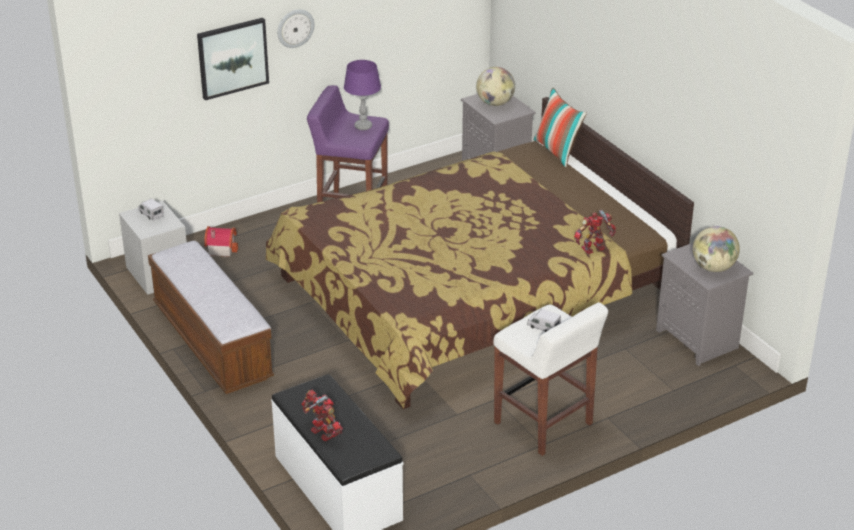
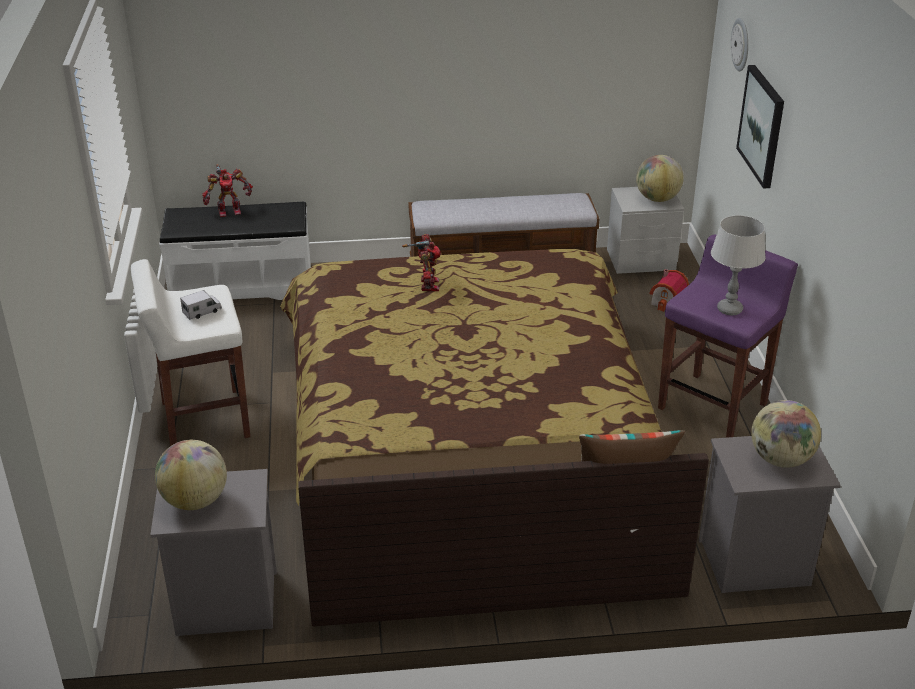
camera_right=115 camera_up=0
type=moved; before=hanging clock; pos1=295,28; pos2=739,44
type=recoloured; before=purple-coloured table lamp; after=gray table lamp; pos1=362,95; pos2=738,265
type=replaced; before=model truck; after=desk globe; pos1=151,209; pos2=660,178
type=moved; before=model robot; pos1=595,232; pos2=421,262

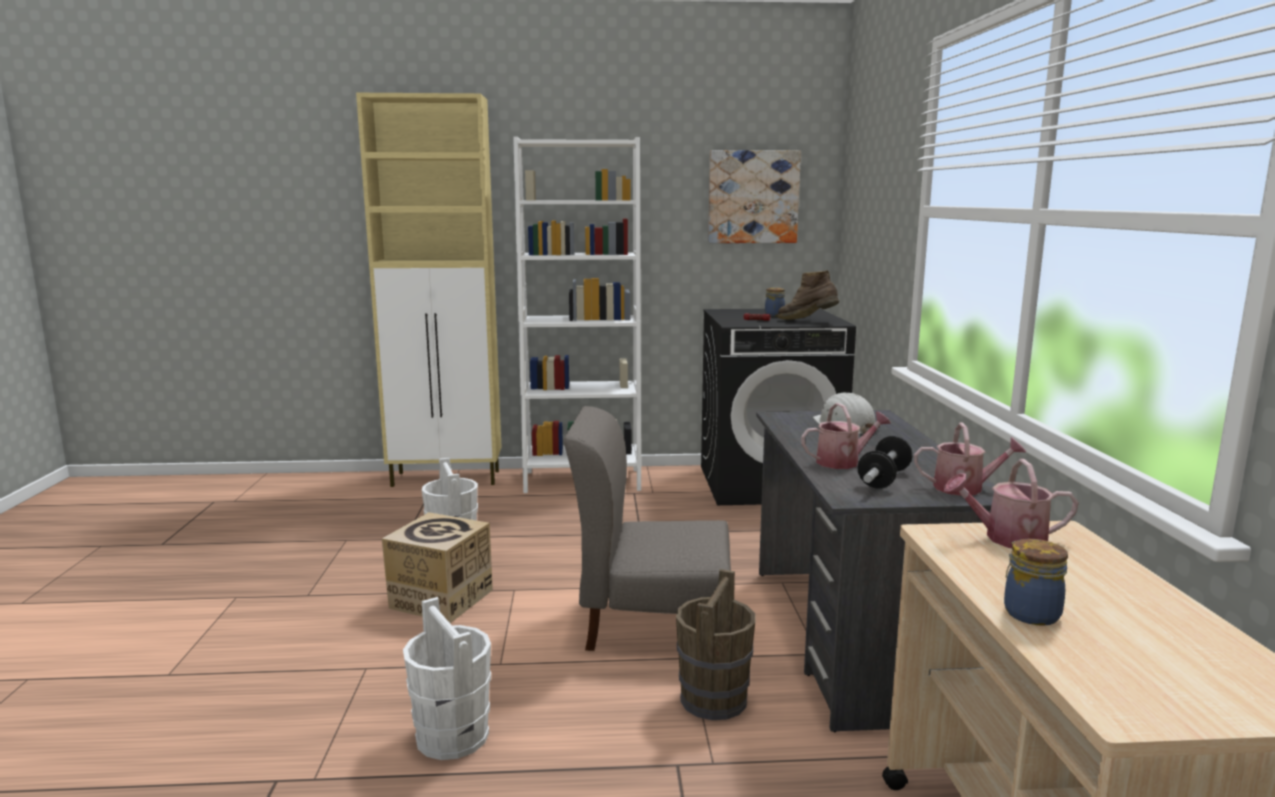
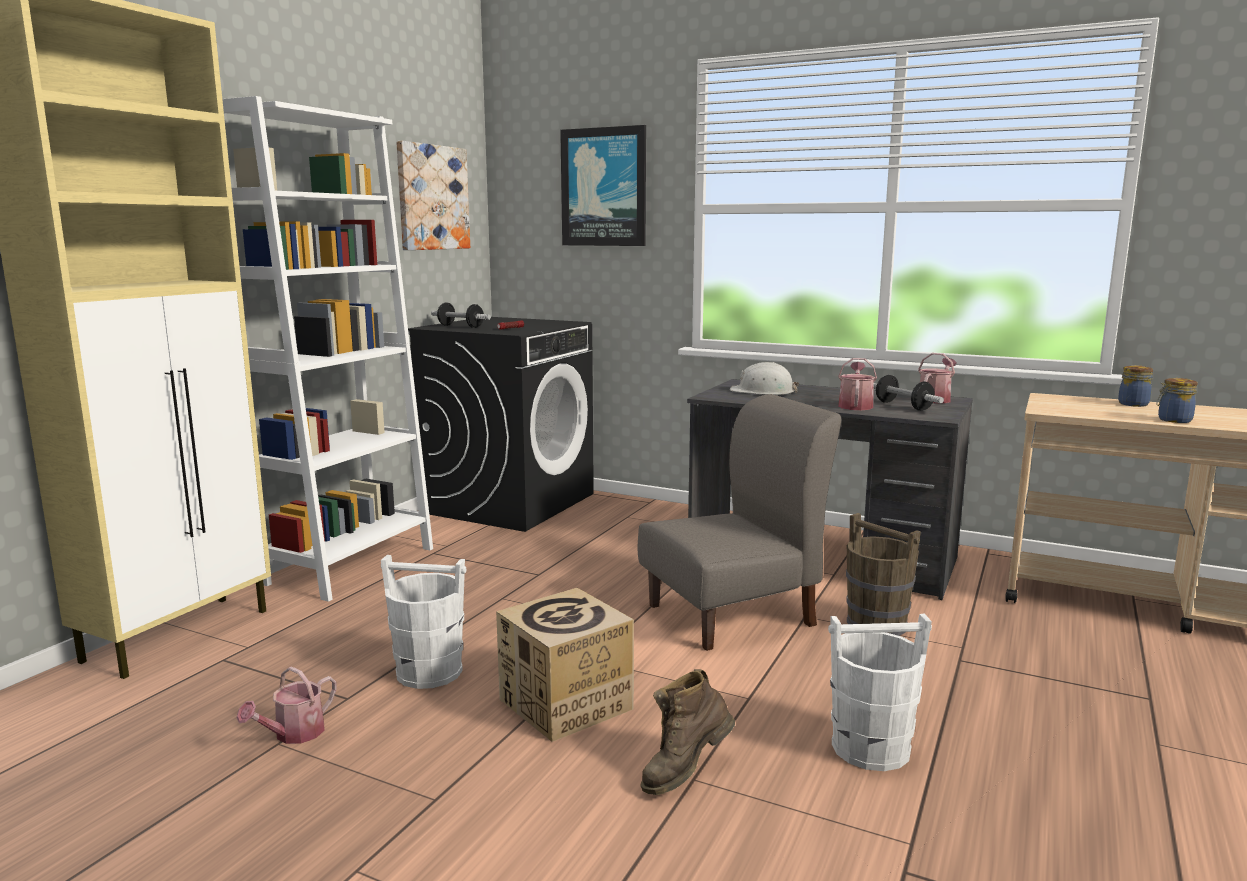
camera_right=-60 camera_up=0
type=moved; before=brown-coloured boot; pos1=808,295; pos2=688,732
type=moved; before=jar; pos1=775,301; pos2=1135,386
type=turned; before=gray plain chair; pos1=647,528; pos2=739,522; turn=-150
type=moved; before=watering can; pos1=1011,503; pos2=286,705
type=added; after=wall art; pos2=603,185
type=added; after=free weight; pos2=461,315

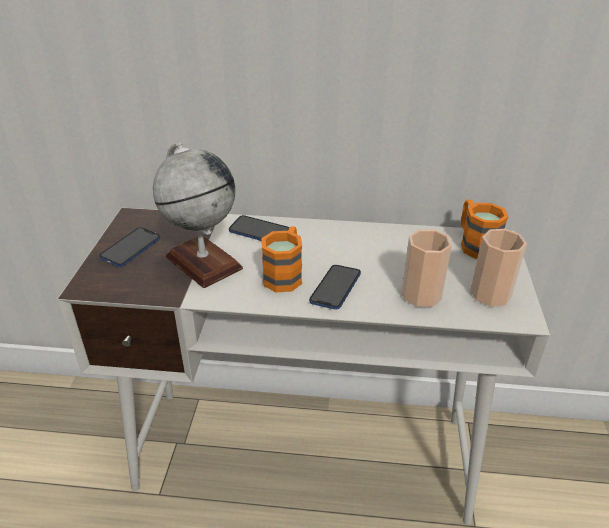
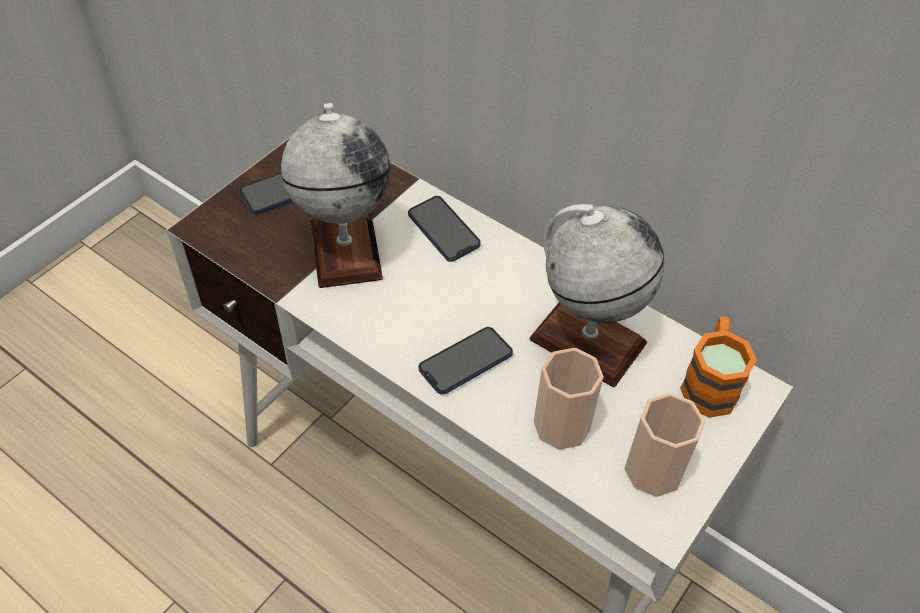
camera_right=30 camera_up=15
type=removed; before=orange-coloured tea mug; pos1=281,259
type=added; after=desk globe; pos2=596,295

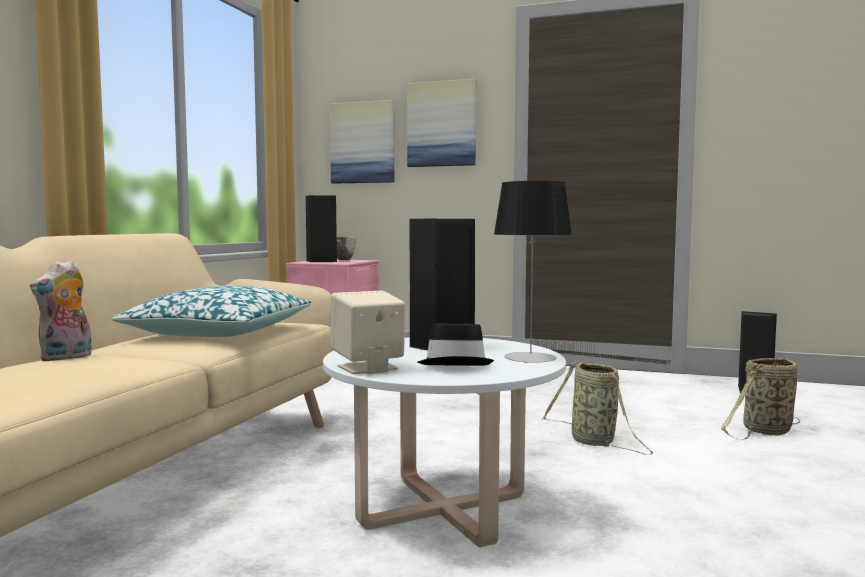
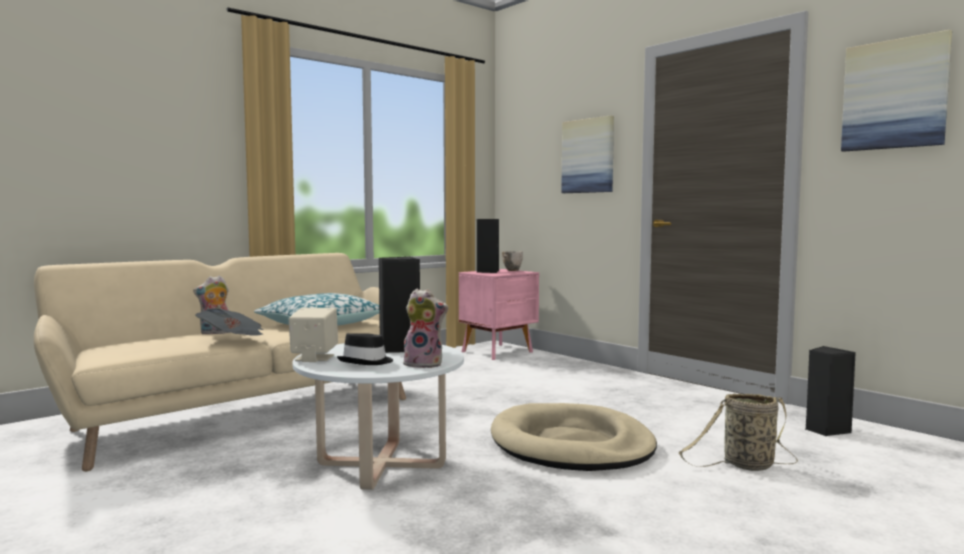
camera_right=30 camera_up=0
type=moved; before=wall art; pos1=362,142; pos2=896,90
type=replaced; before=table lamp; after=soft toy; pos1=533,272; pos2=423,328
type=replaced; before=storage basket; after=beige dog cushion; pos1=597,408; pos2=574,437
type=added; after=newspaper; pos2=229,322

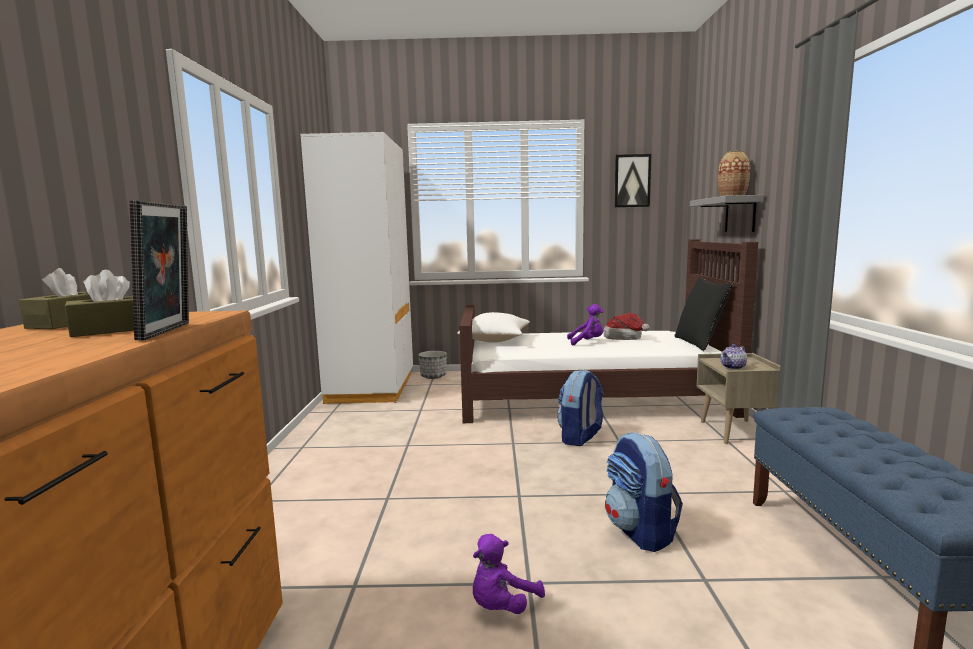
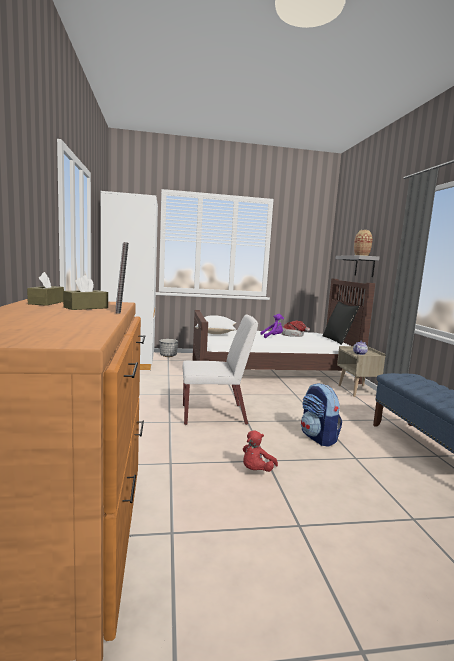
camera_right=-10 camera_up=0
type=removed; before=wall art; pos1=632,181
type=removed; before=knapsack; pos1=580,407
type=recoloured; before=purple-coloured soft toy; after=red-coloured soft toy; pos1=509,574; pos2=260,451
type=added; after=whitish plain chair; pos2=220,370

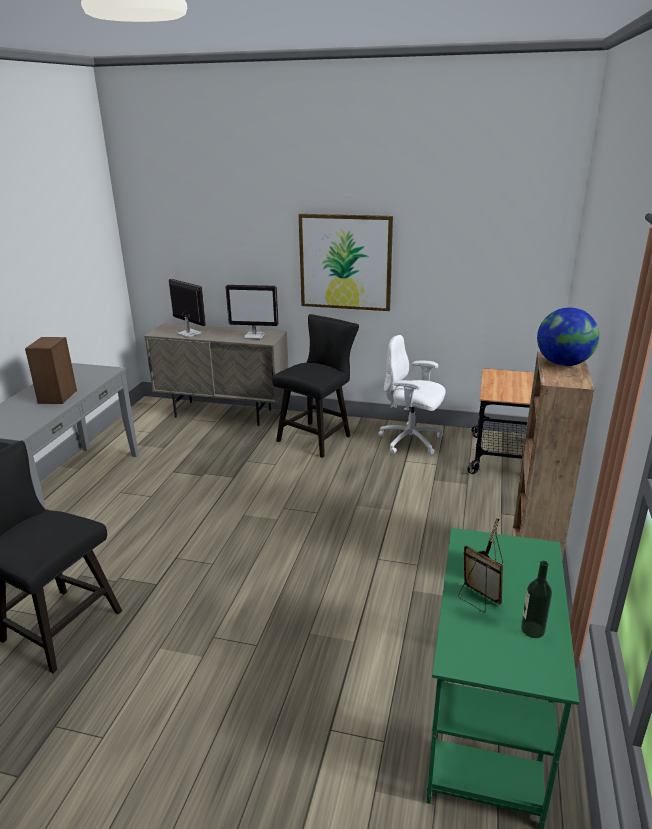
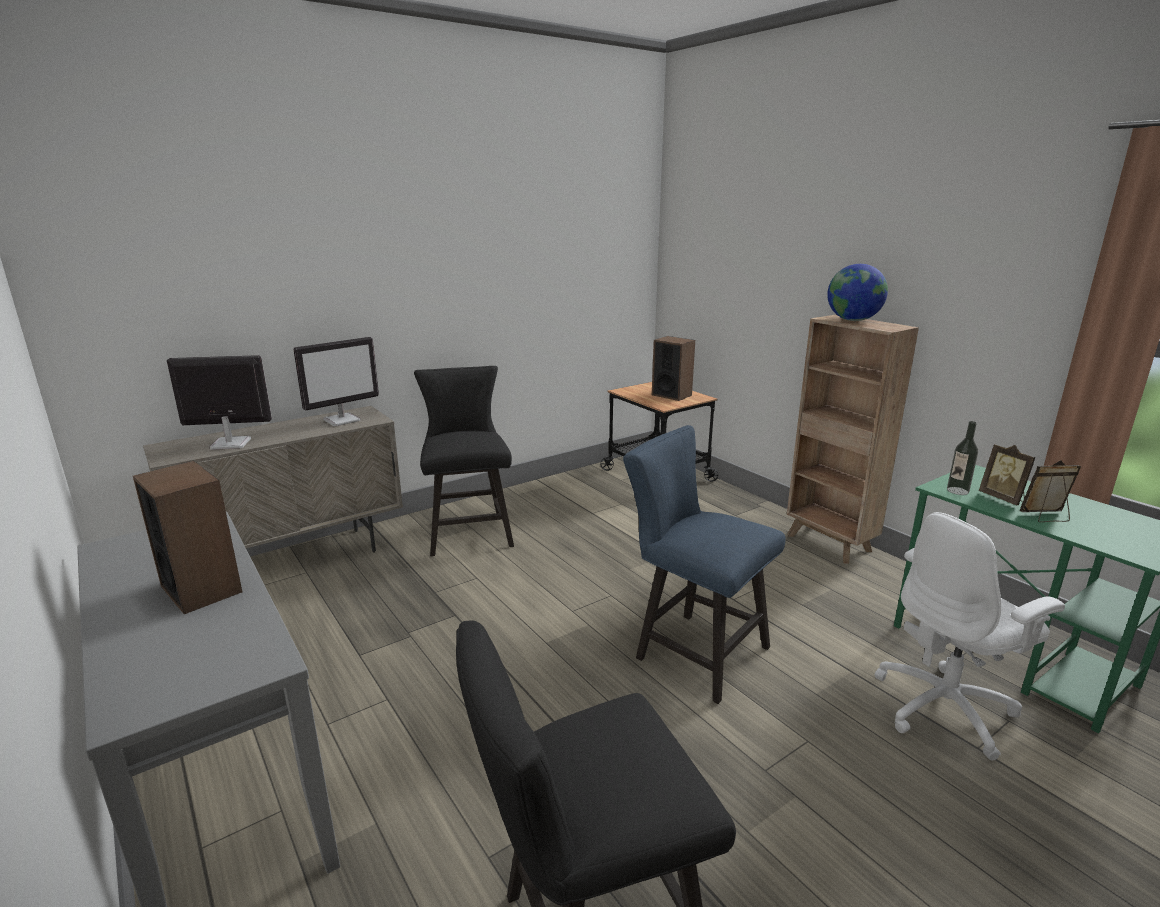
camera_right=-50 camera_up=-5
type=removed; before=wall art; pos1=346,262
type=moved; before=whitish computer chair; pos1=412,395; pos2=969,636
type=moved; before=bottle; pos1=536,599; pos2=962,458
type=added; after=audio speaker; pos2=673,368
type=added; after=blue plain chair; pos2=704,564

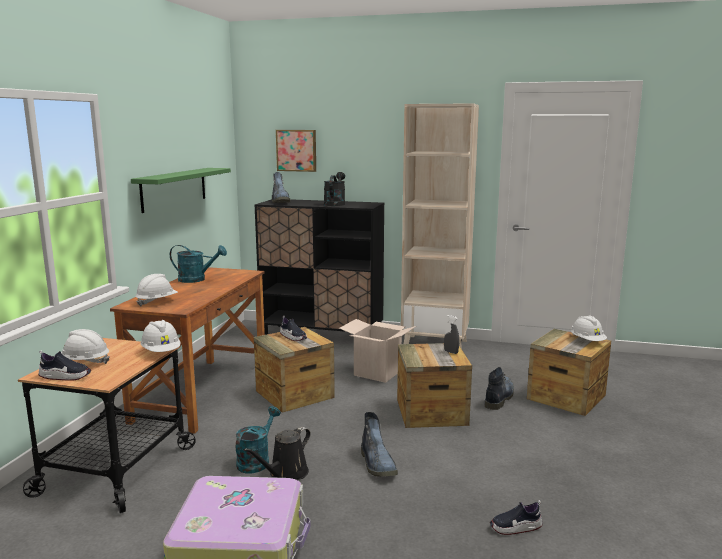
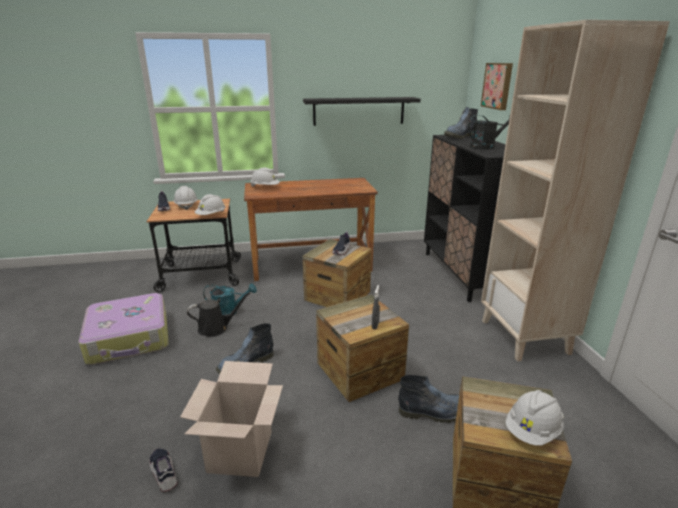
camera_right=65 camera_up=10
type=recoloured; before=green-coloured shelf; after=blackish shelf; pos1=181,190; pos2=362,111
type=removed; before=blue-green watering can; pos1=198,264
type=moved; before=carton; pos1=377,351; pos2=231,419
type=turned; before=blackish watering can; pos1=277,453; pos2=219,314; turn=150

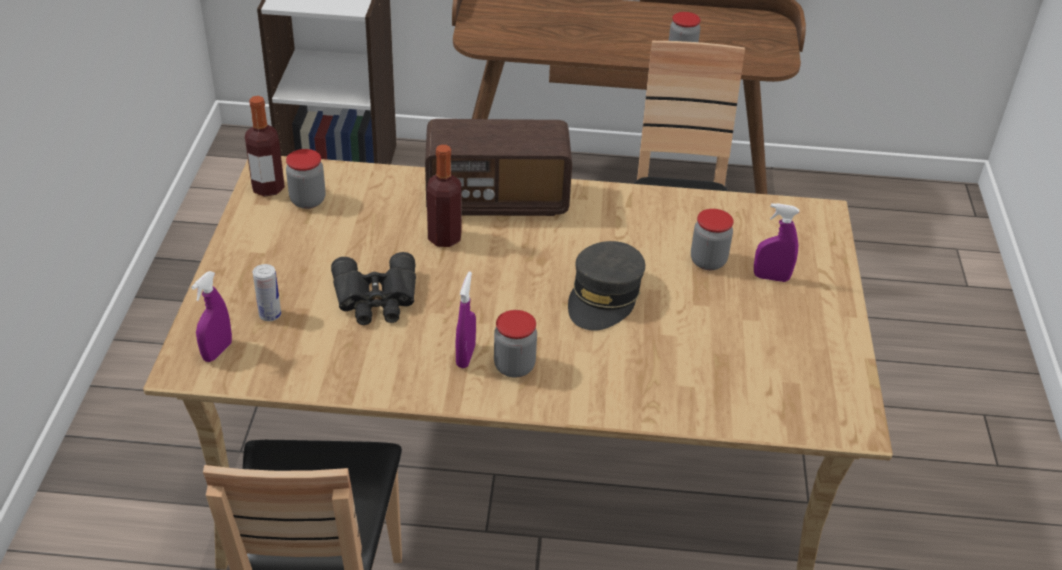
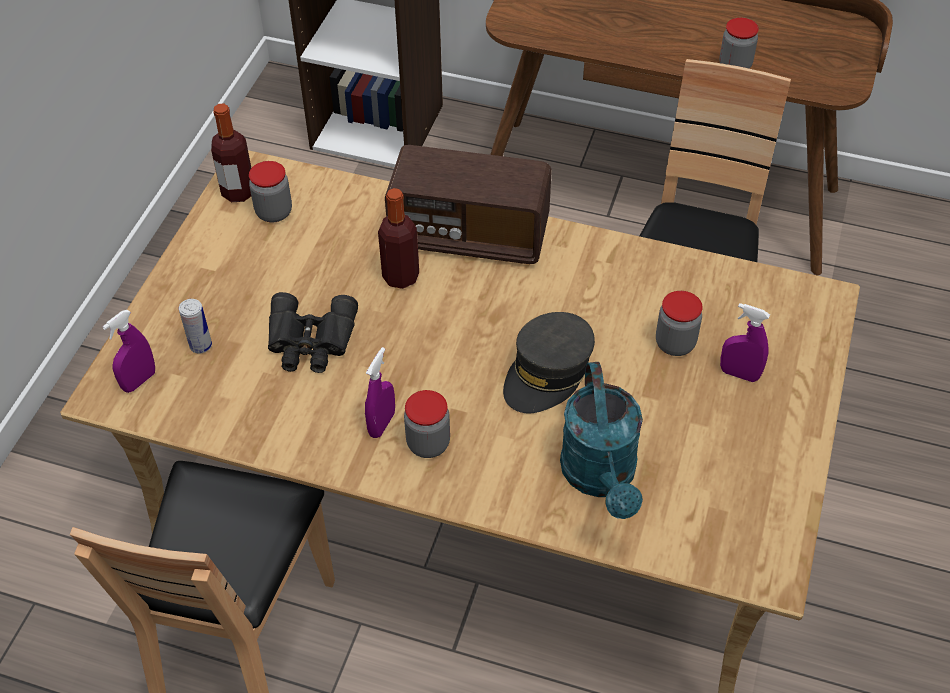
camera_right=15 camera_up=10
type=added; after=blue-green watering can; pos2=601,440

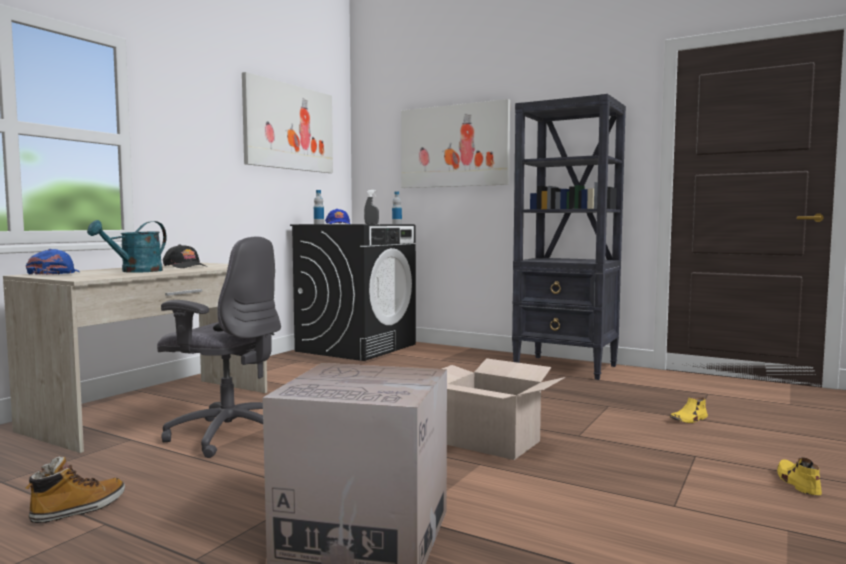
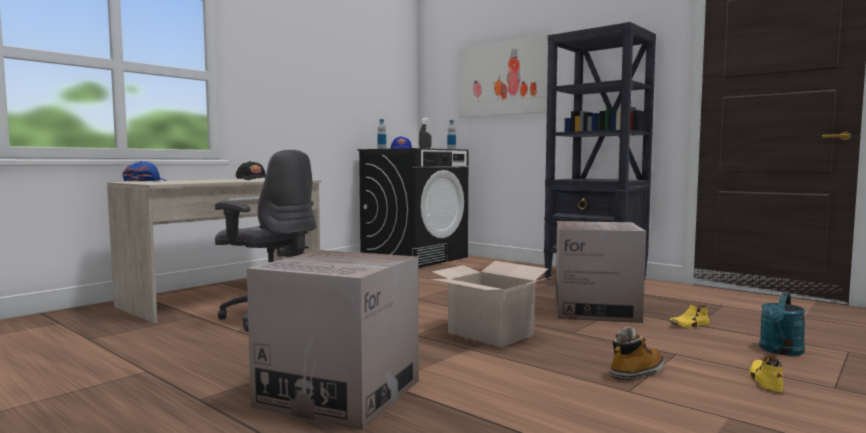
camera_right=10 camera_up=0
type=removed; before=wall art; pos1=287,122
type=moved; before=blue-green watering can; pos1=127,246; pos2=782,324
type=moved; before=boot; pos1=75,490; pos2=637,353
type=added; after=carton; pos2=600,272

